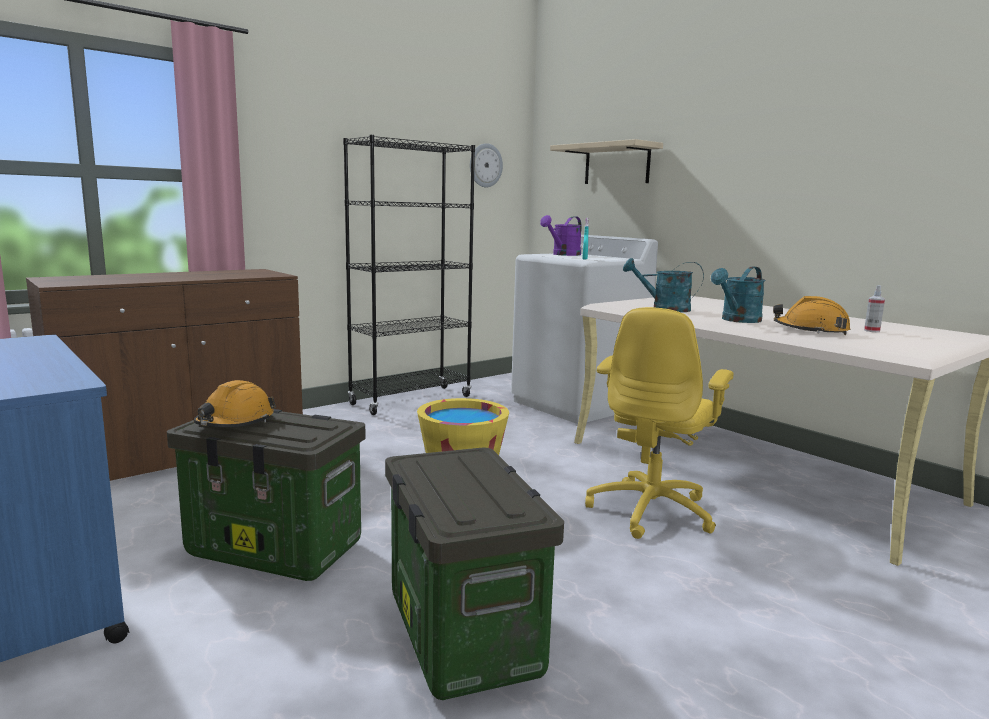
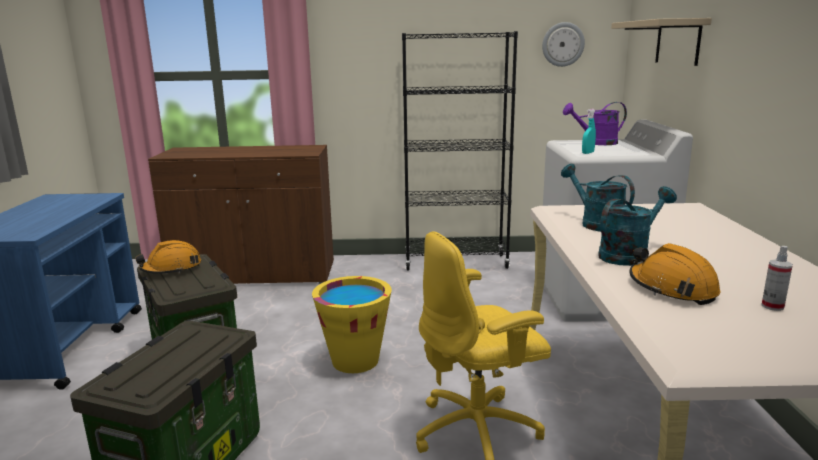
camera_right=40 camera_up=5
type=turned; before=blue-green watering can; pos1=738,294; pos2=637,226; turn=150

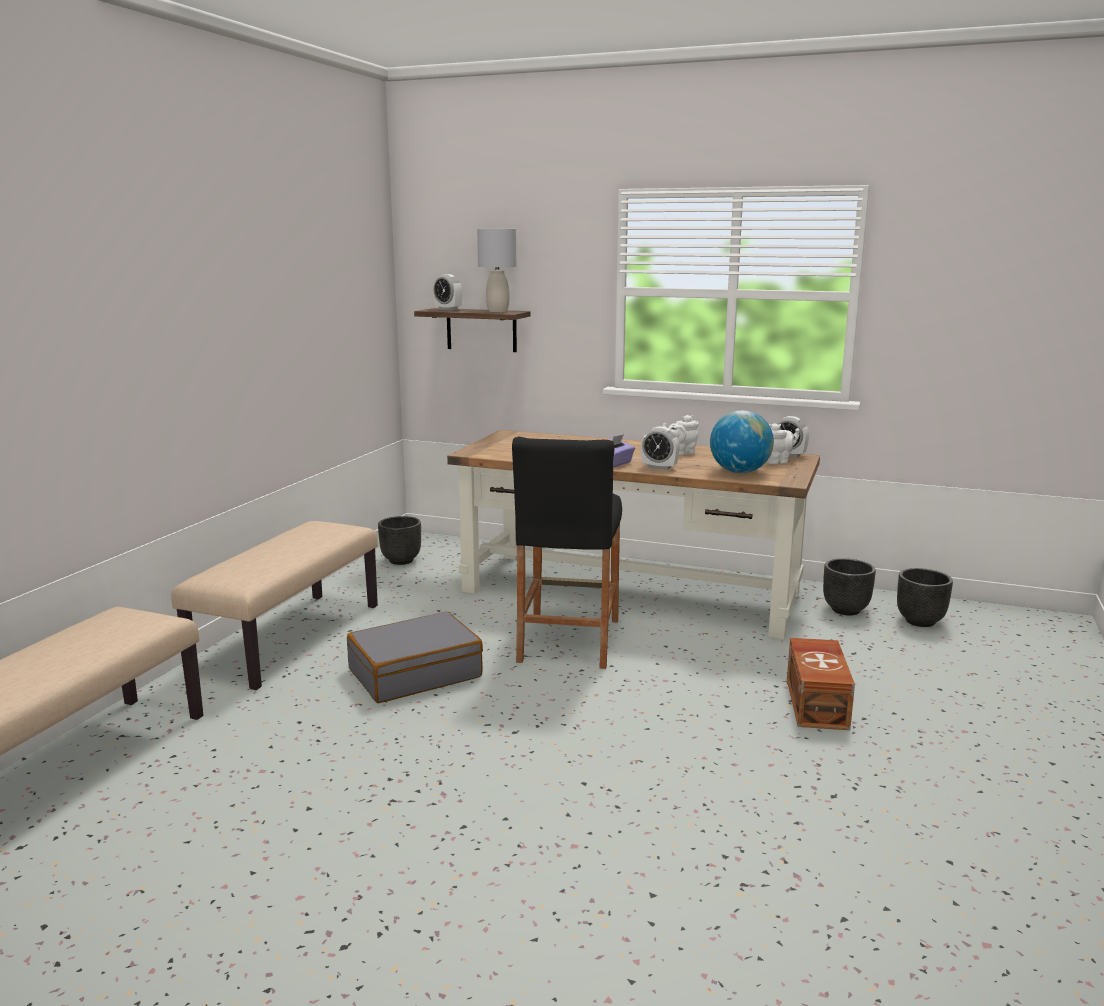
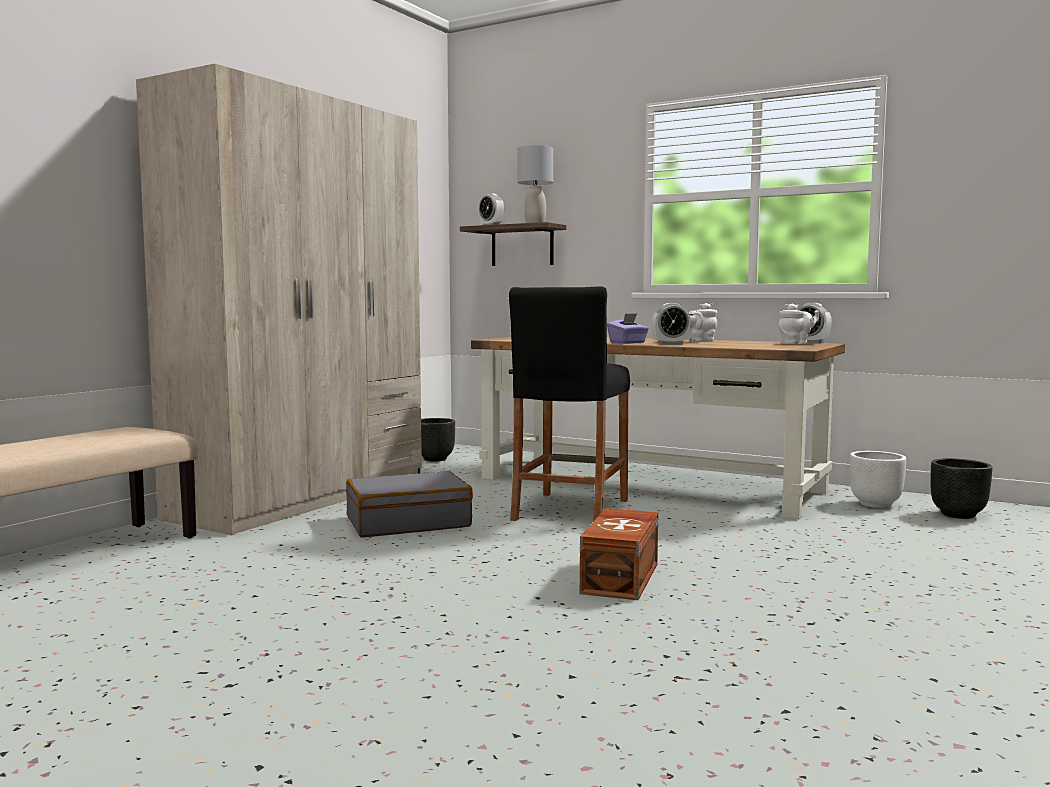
camera_right=10 camera_up=-10
type=removed; before=desk globe; pos1=742,441
type=turned; before=alarm clock; pos1=660,448; pos2=671,324; turn=-45
type=replaced; before=beige bench; after=beige armoire; pos1=274,605; pos2=279,299
type=recoloured; before=blackish flower pot; after=whitish flower pot; pos1=849,586; pos2=878,479
type=moved; before=brown-coloured storage bin; pos1=821,684; pos2=619,554

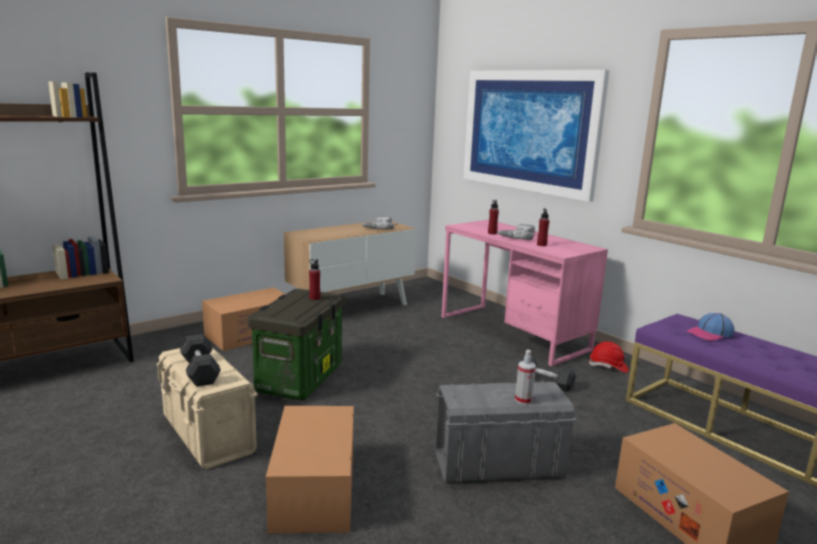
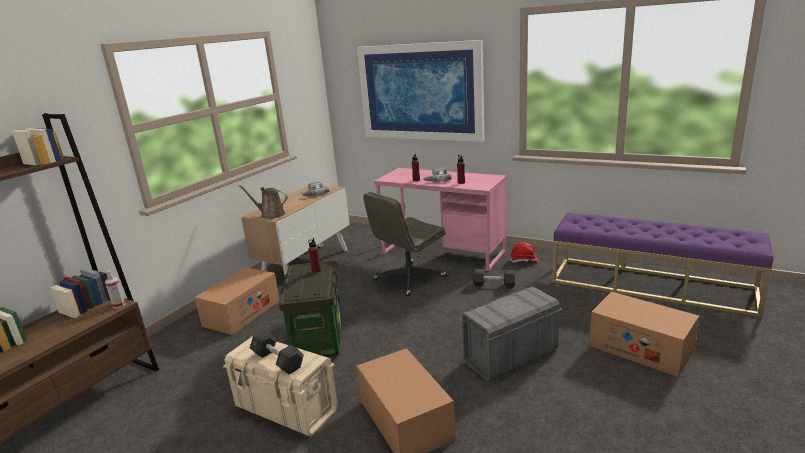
camera_right=-20 camera_up=5
type=removed; before=peaked cap; pos1=711,327
type=moved; before=spray bottle; pos1=525,377; pos2=115,289
type=added; after=brown-coloured watering can; pos2=263,202
type=added; after=gray computer chair; pos2=405,244

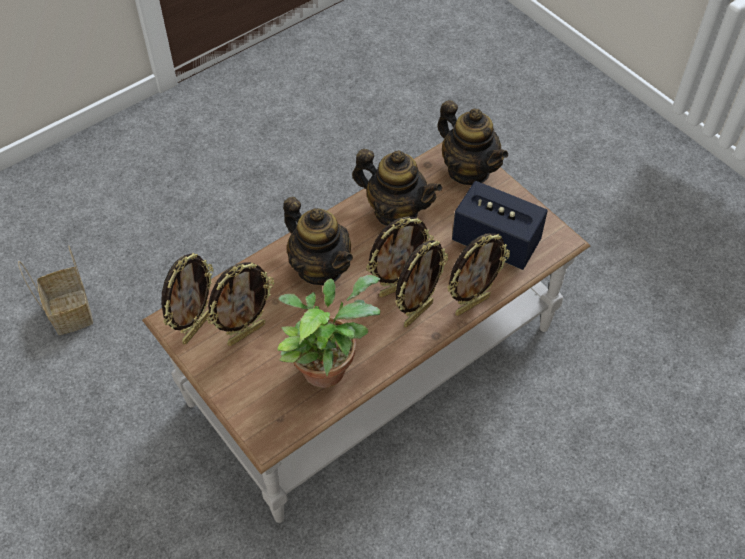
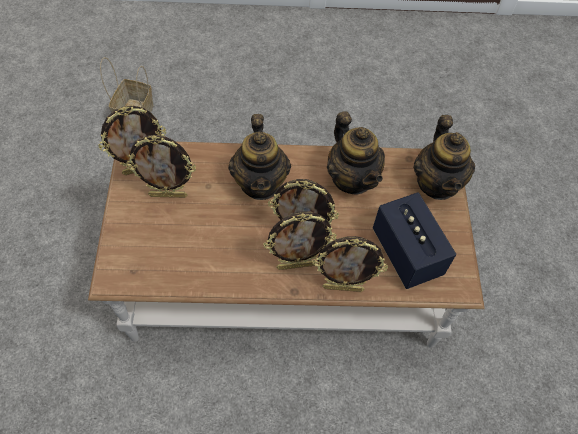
camera_right=35 camera_up=5
type=removed; before=plant in a pot; pos1=328,331

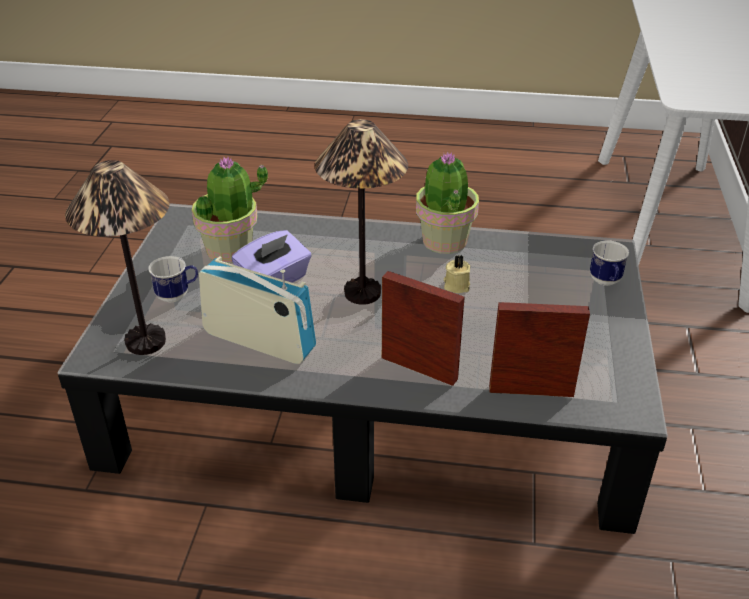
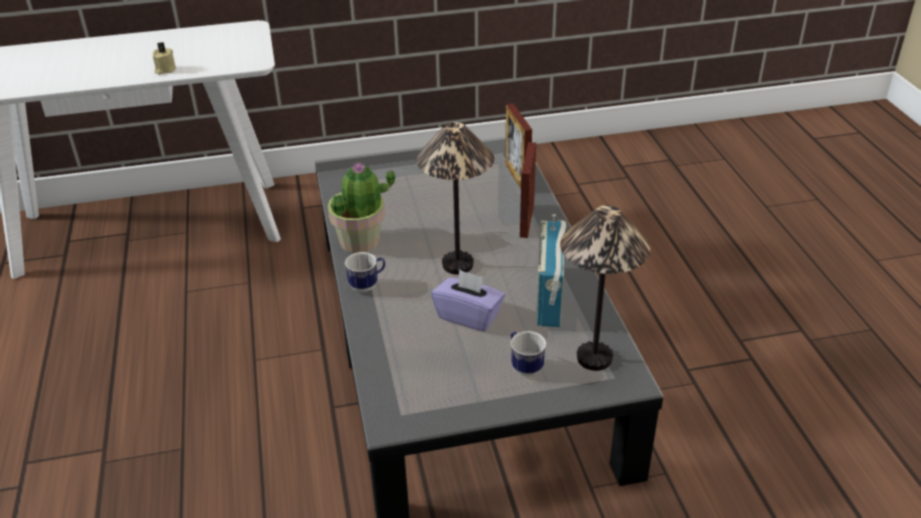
camera_right=-110 camera_up=0
type=removed; before=plant in a pot; pos1=229,209
type=moved; before=tea mug; pos1=609,263; pos2=365,272
type=moved; before=beige wax light; pos1=457,274; pos2=164,58

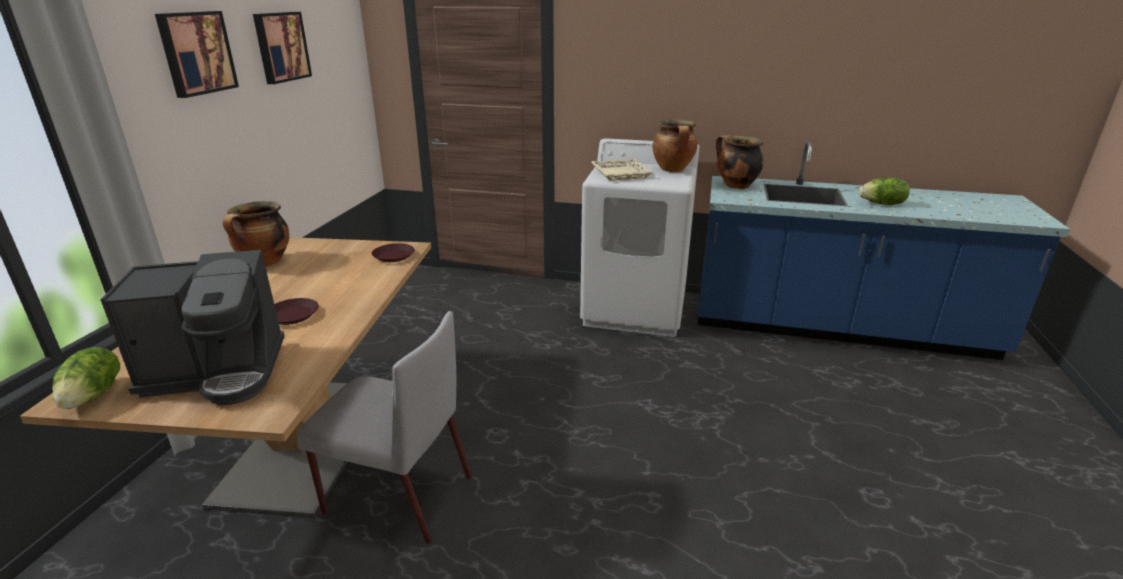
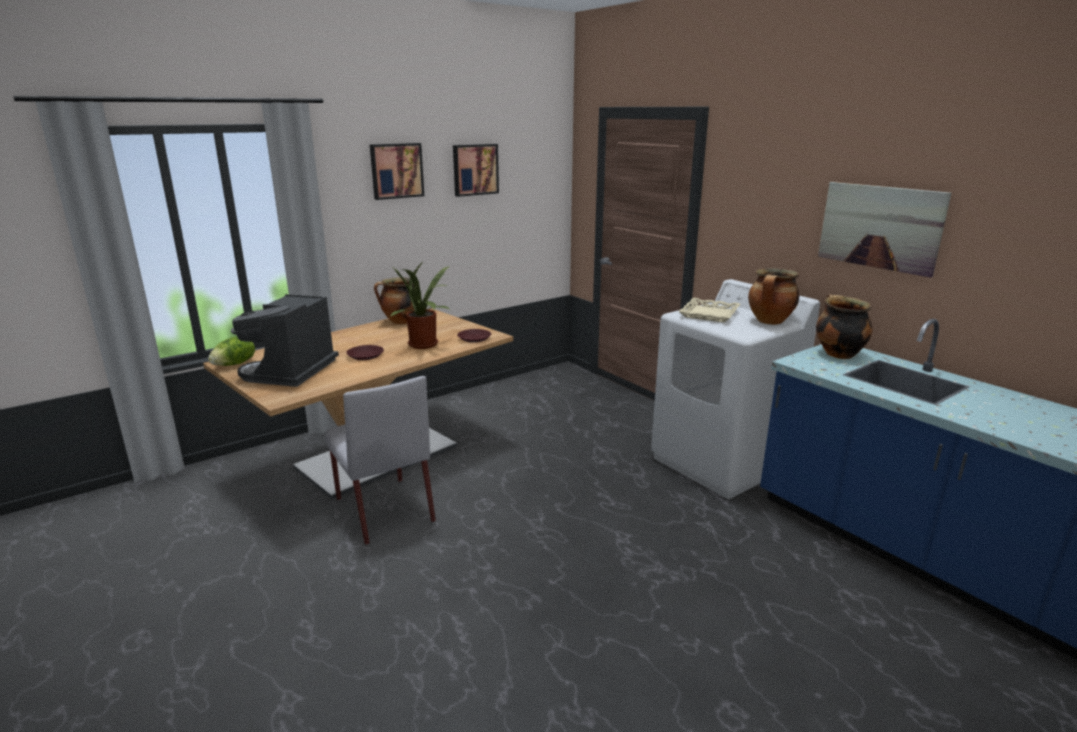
camera_right=40 camera_up=-5
type=removed; before=lettuce; pos1=884,191
type=turned; before=coffee brewer; pos1=192,327; pos2=285,340; turn=75
type=added; after=wall art; pos2=884,230
type=added; after=plant in a pot; pos2=419,306

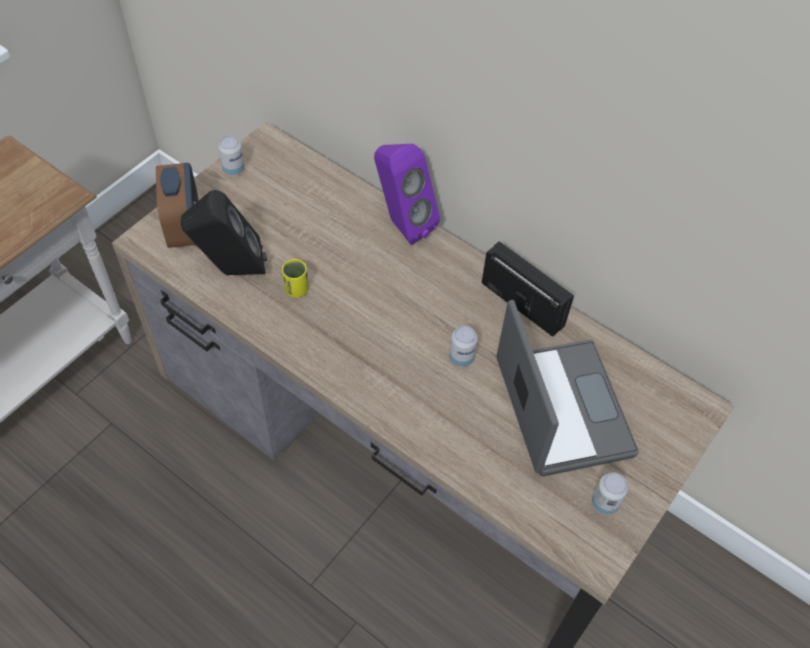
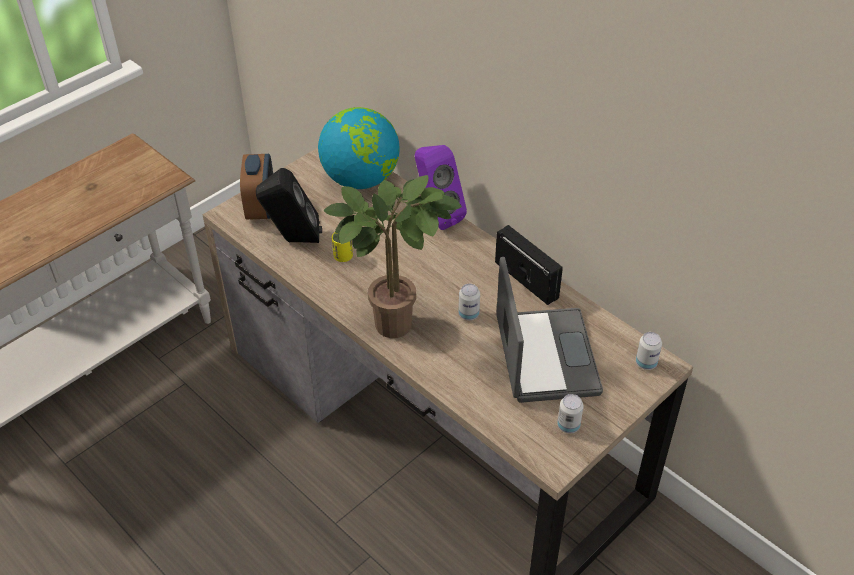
camera_right=10 camera_up=-10
type=moved; before=can; pos1=231,156; pos2=649,351
type=added; after=desk globe; pos2=358,148
type=added; after=plant in a pot; pos2=393,256

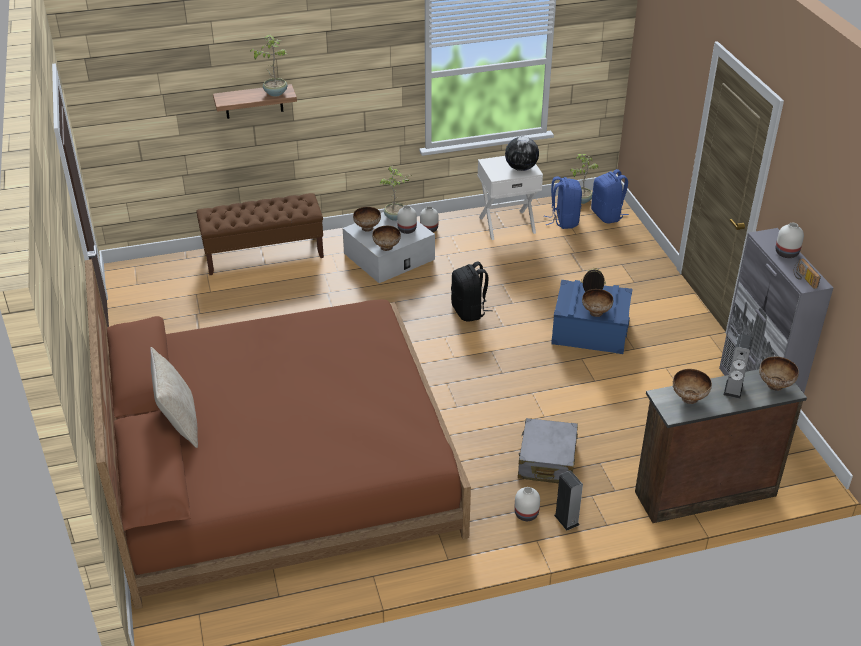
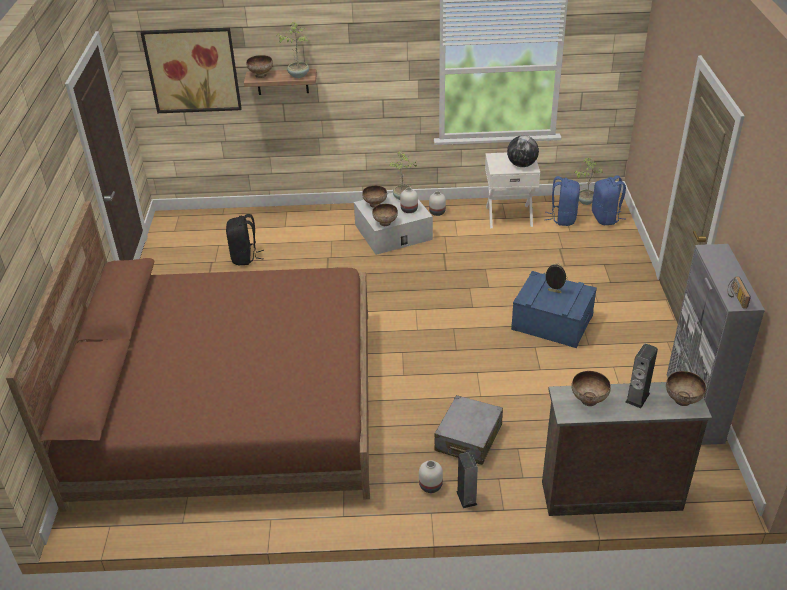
camera_right=15 camera_up=0
type=removed; before=brown-coloured bench; pos1=260,234
type=removed; before=whitish flower vase; pos1=790,240
type=moved; before=blackish knapsack; pos1=472,292; pos2=245,239
type=moved; before=bowl; pos1=597,303; pos2=259,66
type=removed; before=beige throw pillow; pos1=174,397
type=added; after=wall art; pos2=191,70

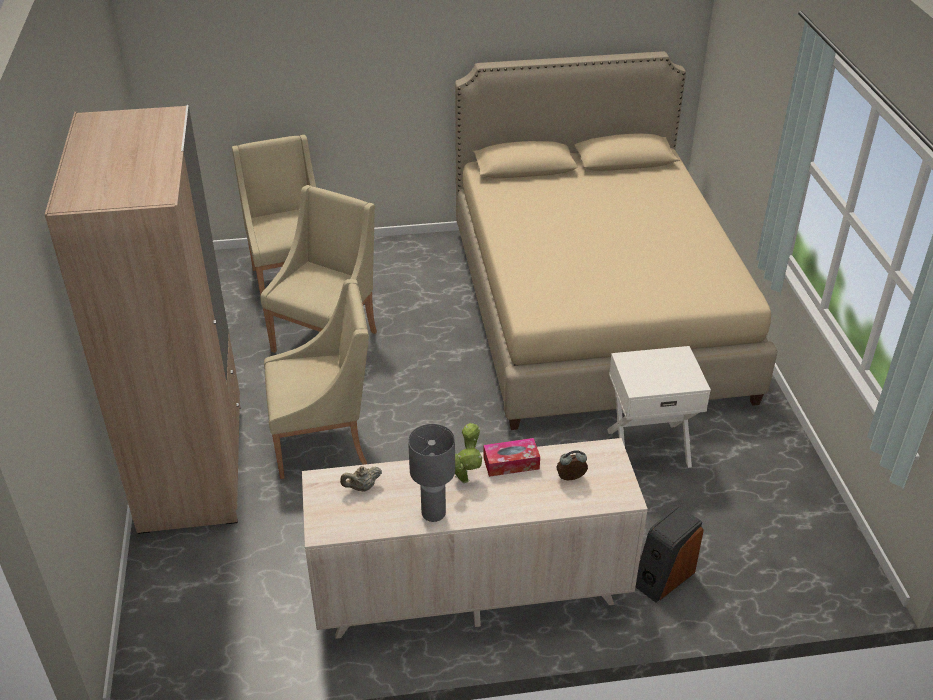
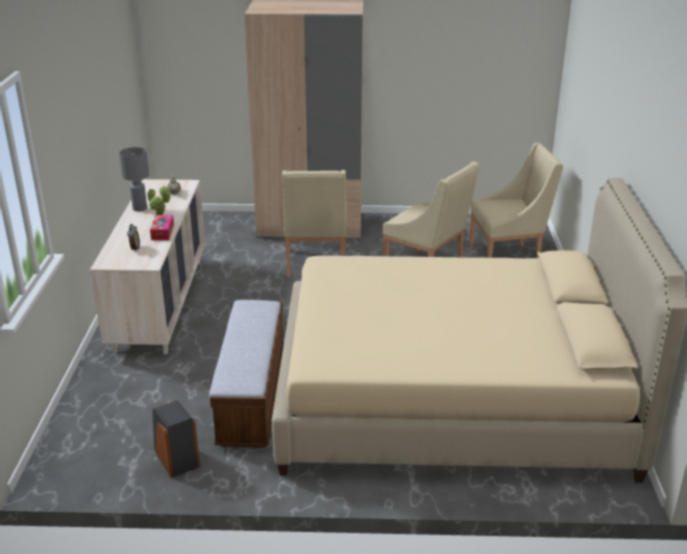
camera_right=100 camera_up=-10
type=replaced; before=whitish night table; after=bench; pos1=659,407; pos2=246,374
type=moved; before=audio speaker; pos1=670,554; pos2=176,439

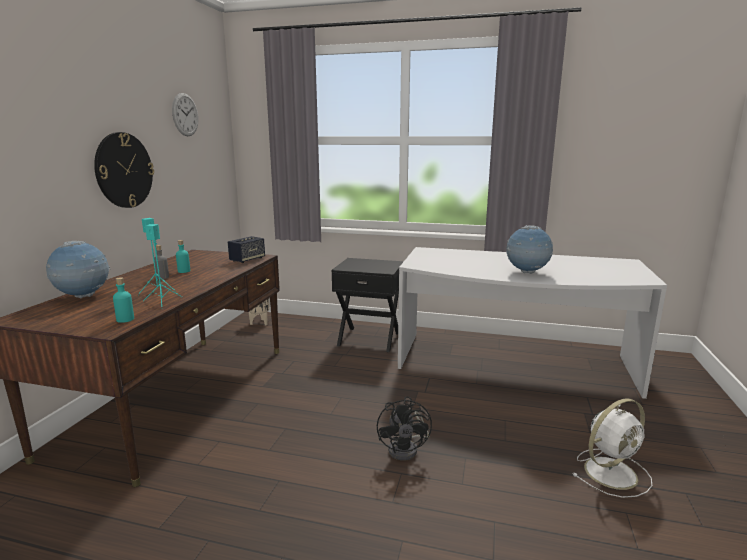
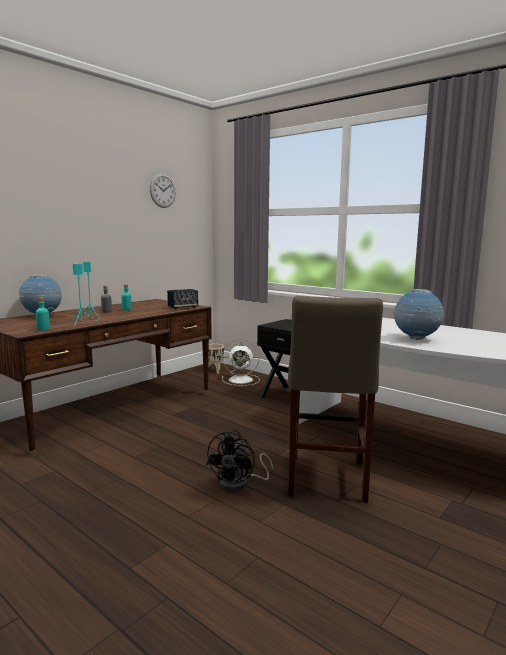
camera_right=25 camera_up=-5
type=removed; before=hanging clock; pos1=124,170
type=moved; before=whitish electric fan; pos1=612,448; pos2=241,362
type=added; after=beige stool seat; pos2=335,399

